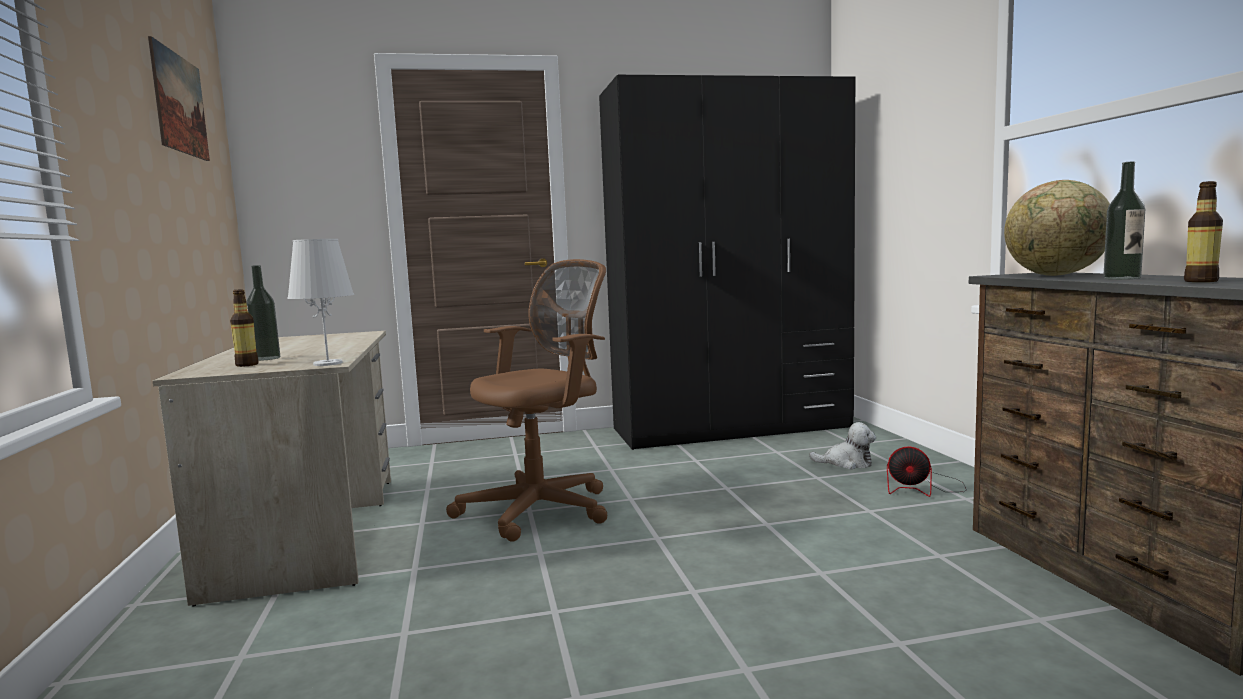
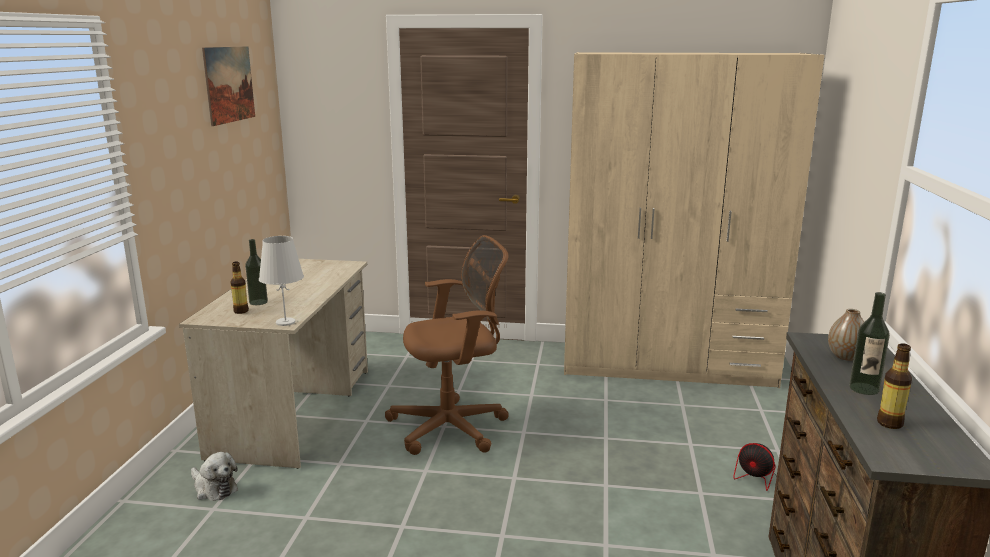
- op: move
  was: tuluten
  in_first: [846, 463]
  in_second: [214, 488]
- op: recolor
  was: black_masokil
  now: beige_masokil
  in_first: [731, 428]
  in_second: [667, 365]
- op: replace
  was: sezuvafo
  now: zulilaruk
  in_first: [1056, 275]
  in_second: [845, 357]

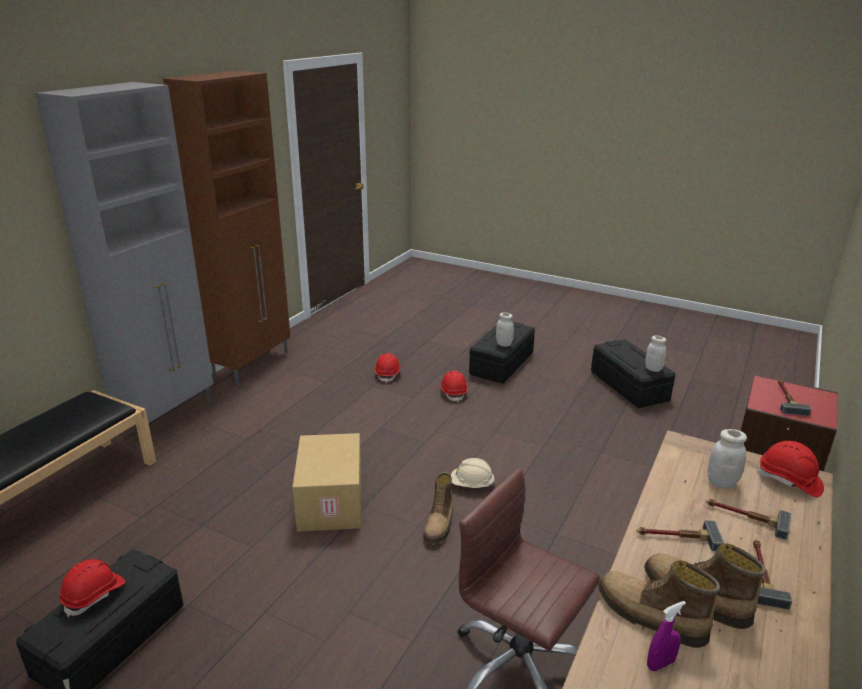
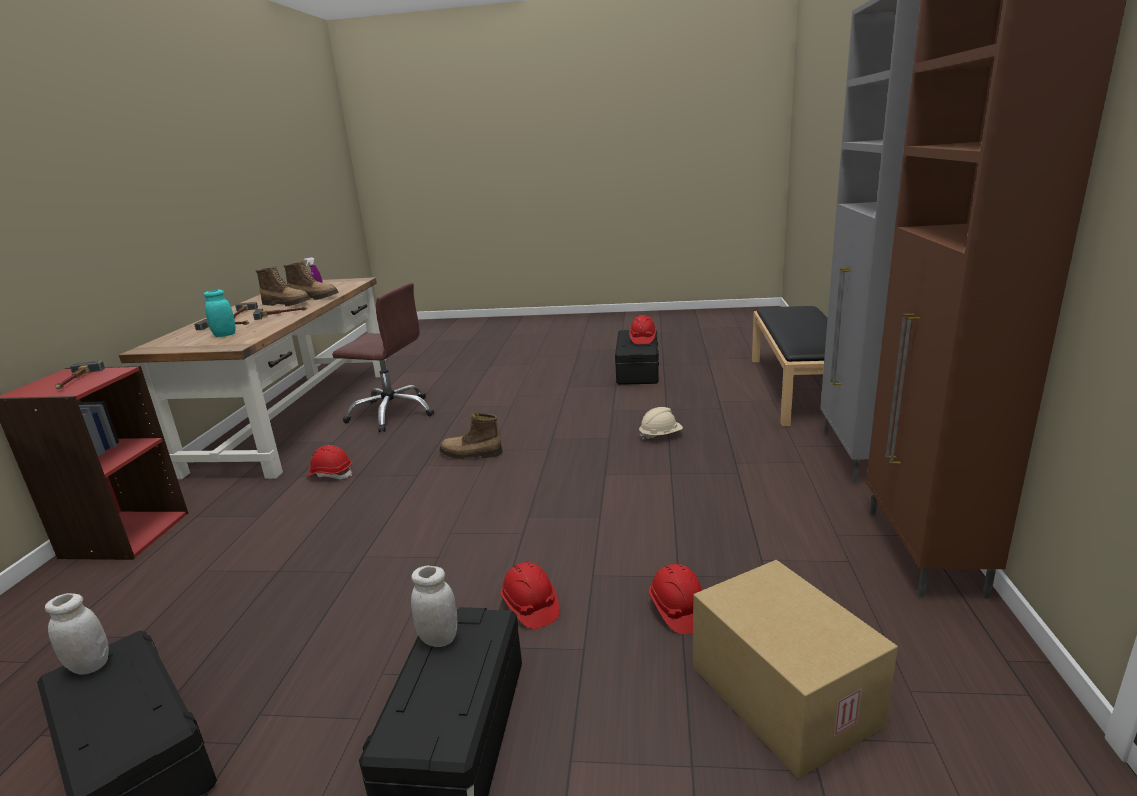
- op: recolor
  was: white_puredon
  now: turquoise_puredon
  in_first: [721, 482]
  in_second: [225, 335]
- op: move
  was: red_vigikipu
  in_first: [789, 481]
  in_second: [330, 474]
- op: rotate
  was: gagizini
  in_first: [439, 525]
  in_second: [471, 454]
  clockwise: -75
- op: move
  was: beige_vigikipu
  in_first: [471, 484]
  in_second: [660, 436]
- op: move
  was: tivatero
  in_first: [332, 502]
  in_second: [780, 695]

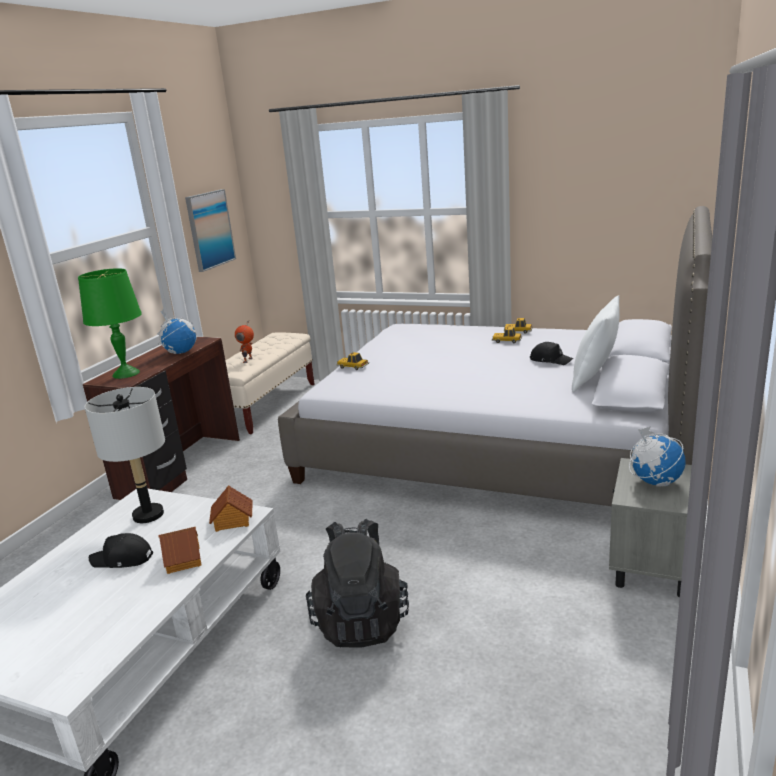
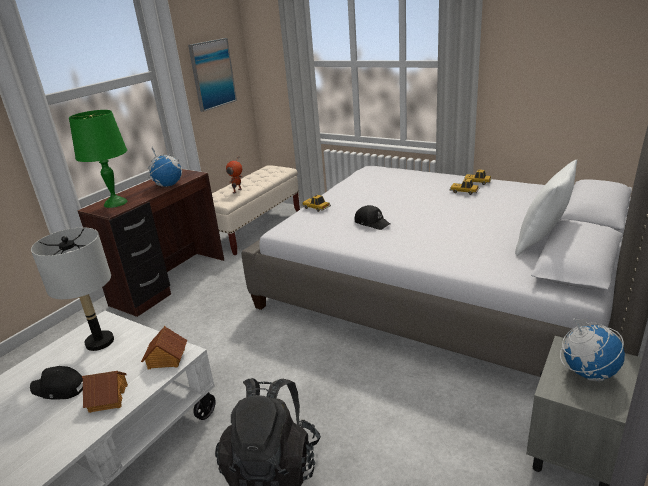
- op: move
  was: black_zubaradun
  in_first: [550, 360]
  in_second: [372, 223]

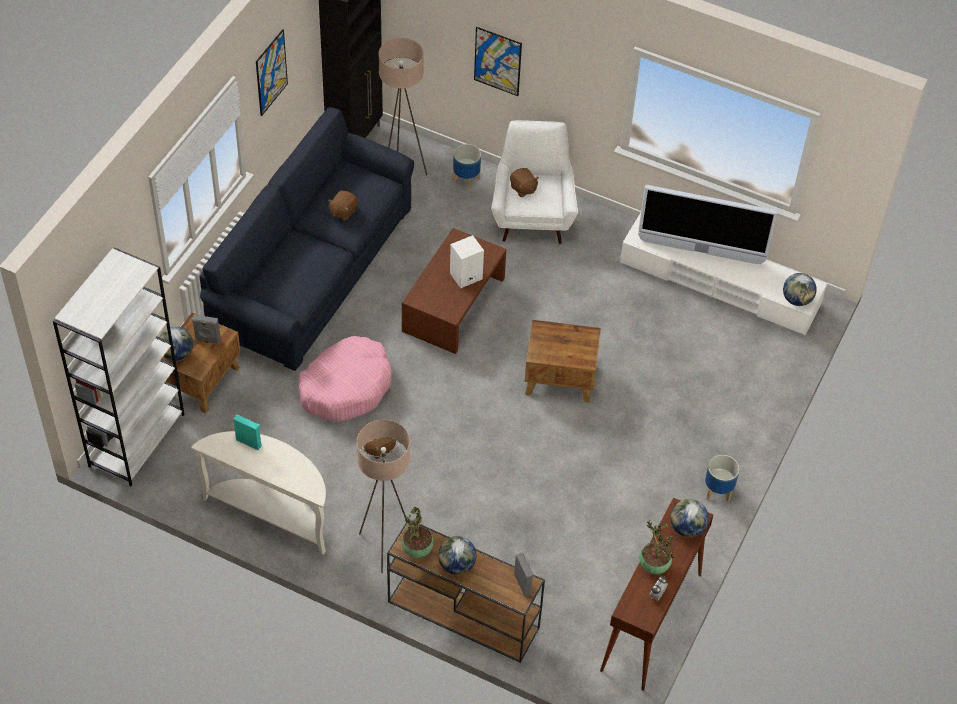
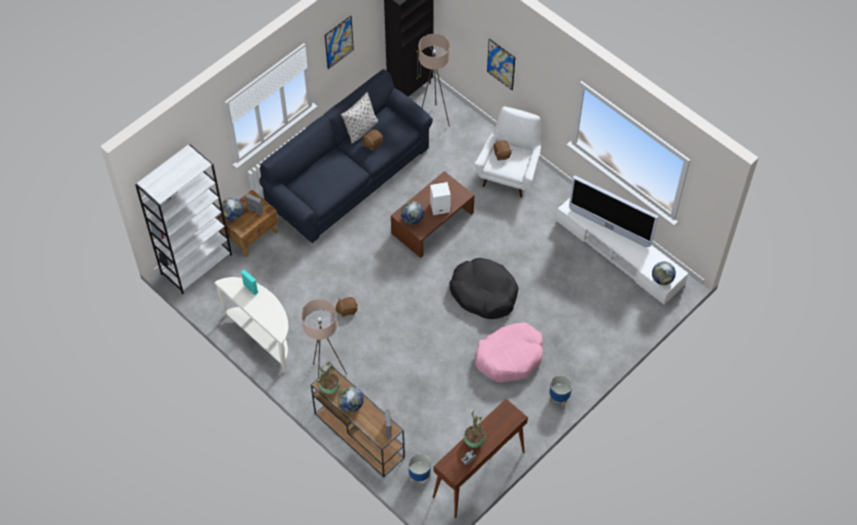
- op: insert
  now: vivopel
  in_second: [360, 129]
- op: move
  was: sezuvafo
  in_first: [687, 528]
  in_second: [412, 219]
- op: move
  was: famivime
  in_first: [466, 180]
  in_second: [419, 477]
- op: replace
  was: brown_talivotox
  now: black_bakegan
  in_first: [560, 379]
  in_second: [484, 293]
- op: move
  was: pink_bakegan
  in_first: [346, 387]
  in_second: [509, 357]

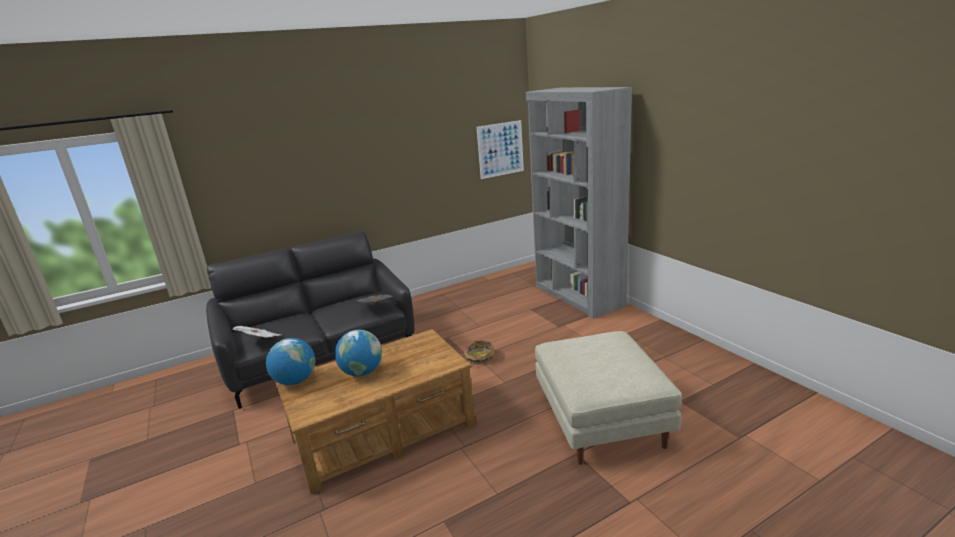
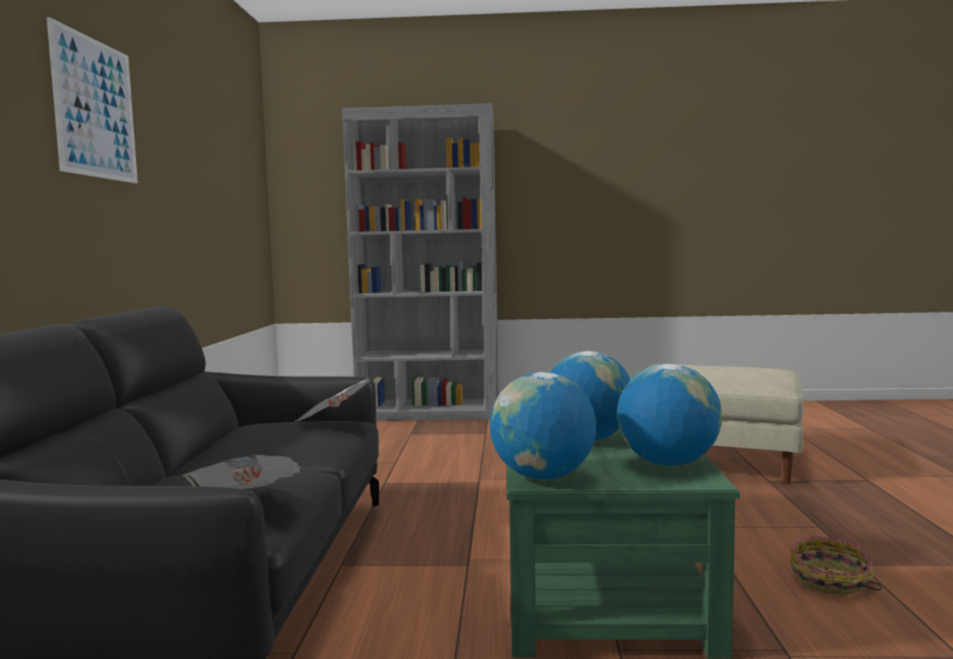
- op: move
  was: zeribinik
  in_first: [500, 149]
  in_second: [95, 108]
- op: recolor
  was: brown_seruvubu
  now: green_seruvubu
  in_first: [384, 431]
  in_second: [599, 567]
- op: insert
  now: sezuvafo
  in_second: [668, 463]
- op: move
  was: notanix
  in_first: [479, 357]
  in_second: [831, 581]

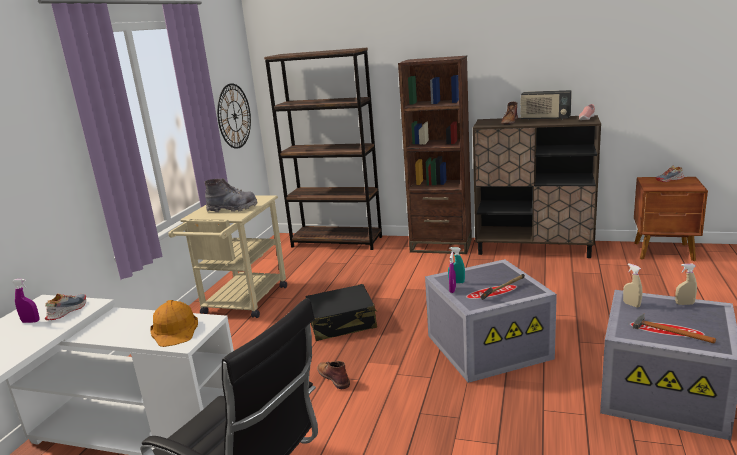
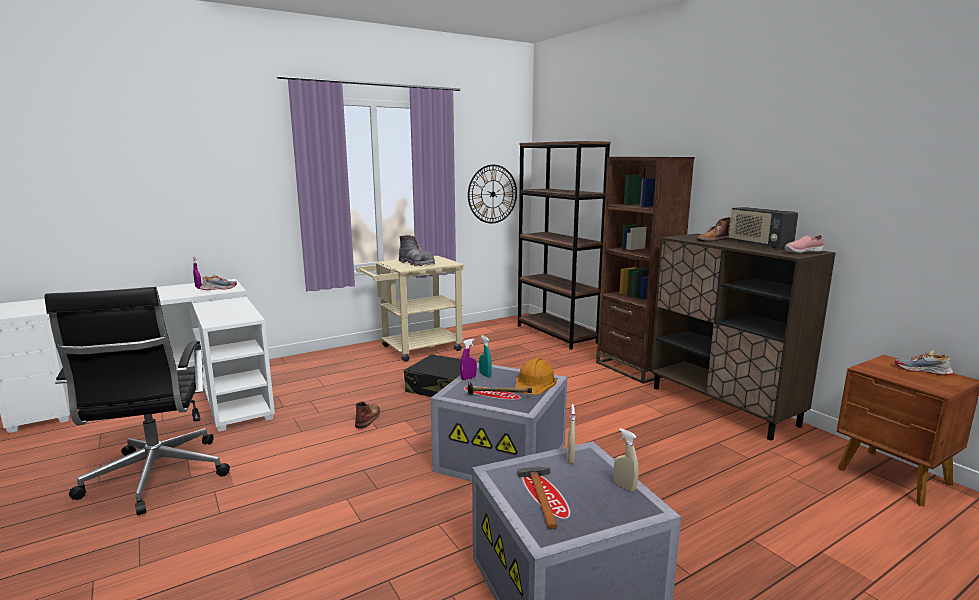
- op: move
  was: orange_vigikipu
  in_first: [175, 329]
  in_second: [534, 383]

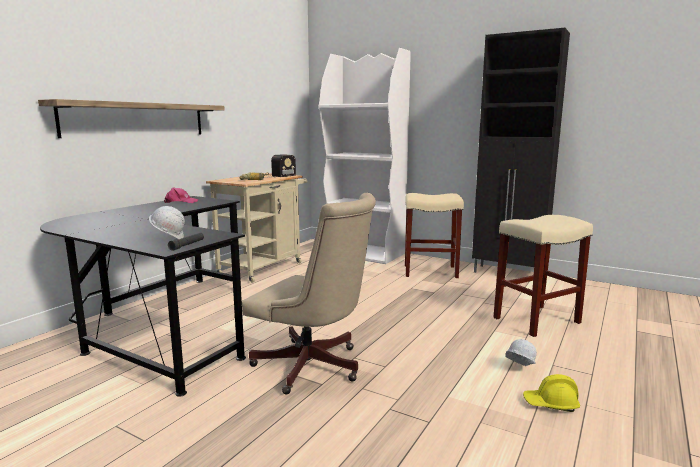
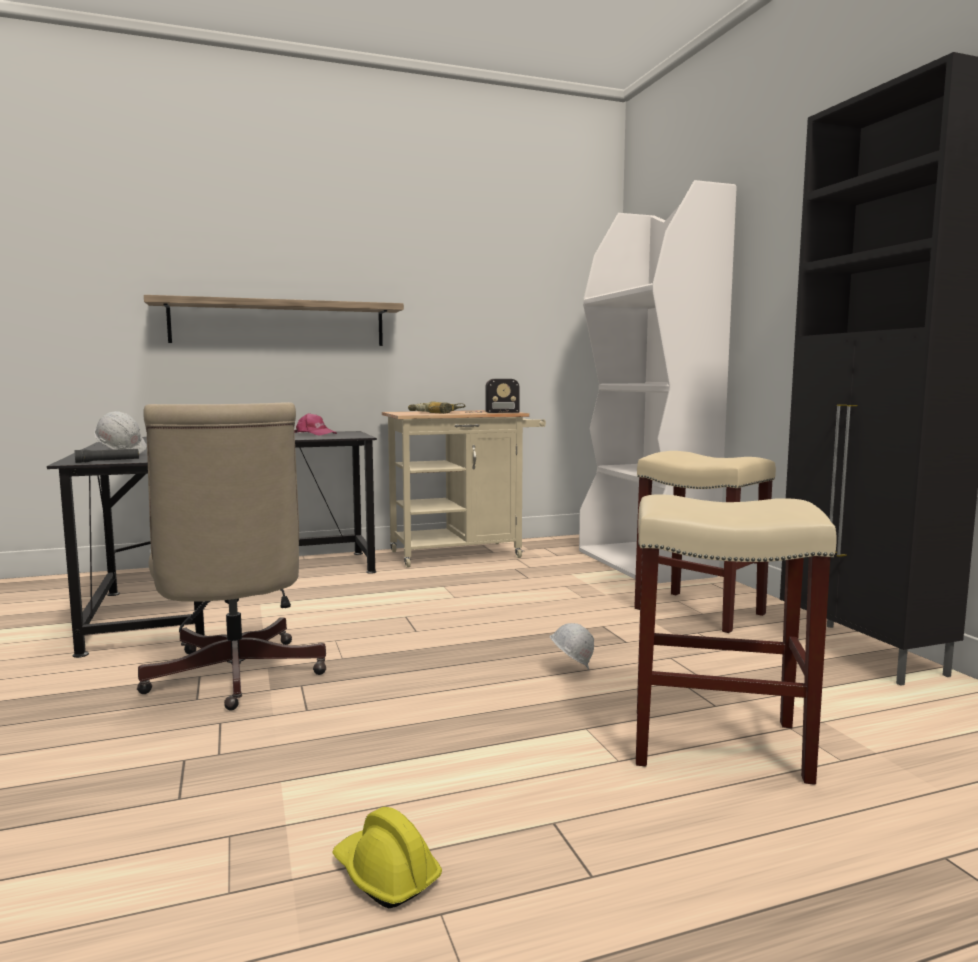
- op: move
  was: white_vigikipu
  in_first: [518, 370]
  in_second: [570, 671]

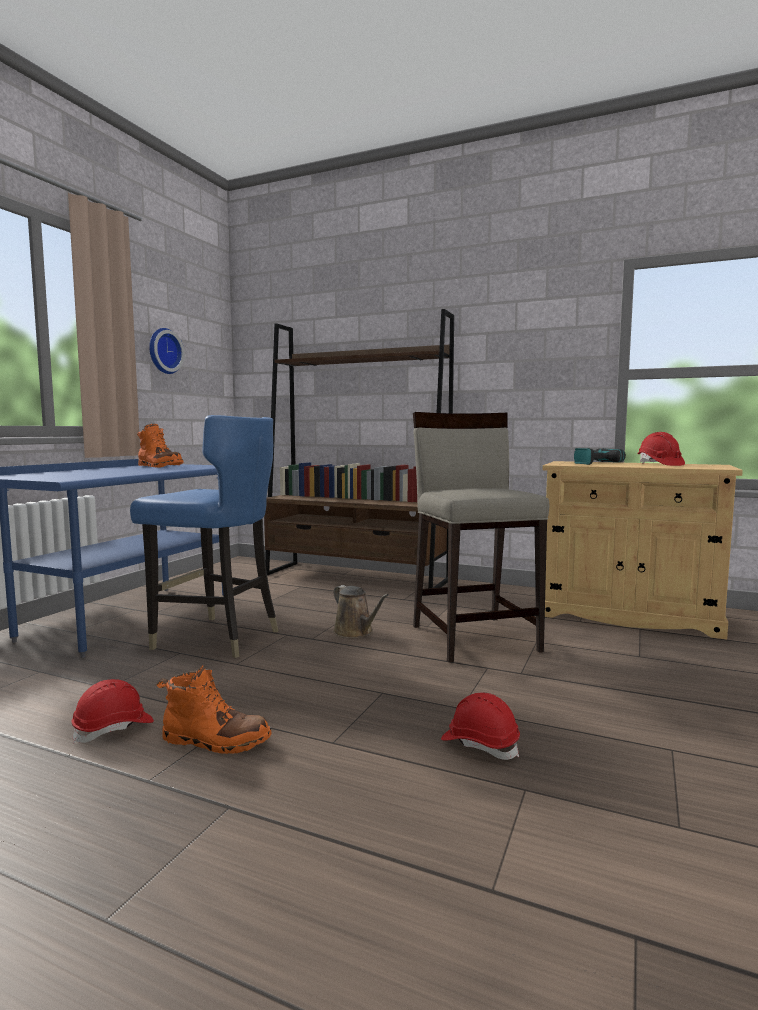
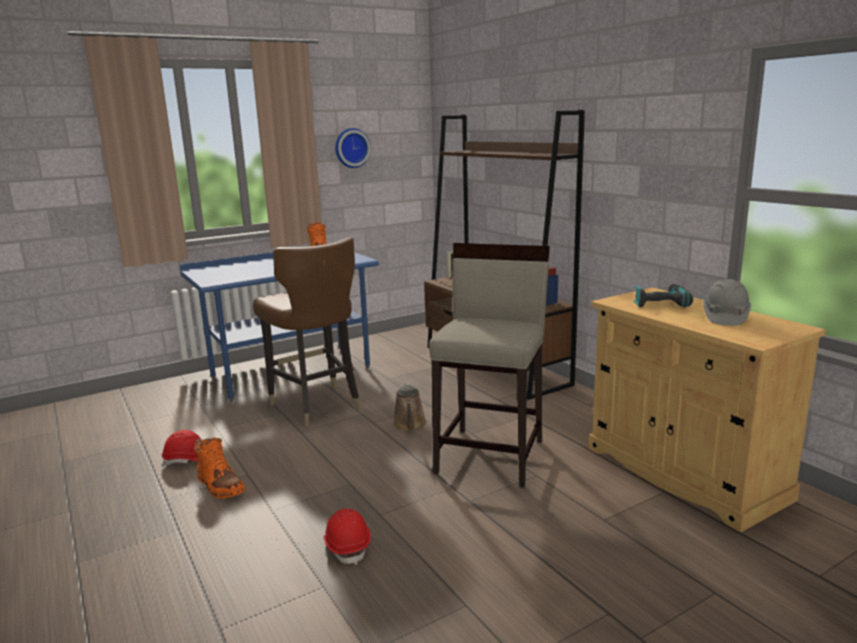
- op: recolor
  was: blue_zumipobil
  now: brown_zumipobil
  in_first: [216, 638]
  in_second: [316, 405]
- op: recolor
  was: red_vigikipu
  now: grey_vigikipu
  in_first: [659, 464]
  in_second: [725, 317]

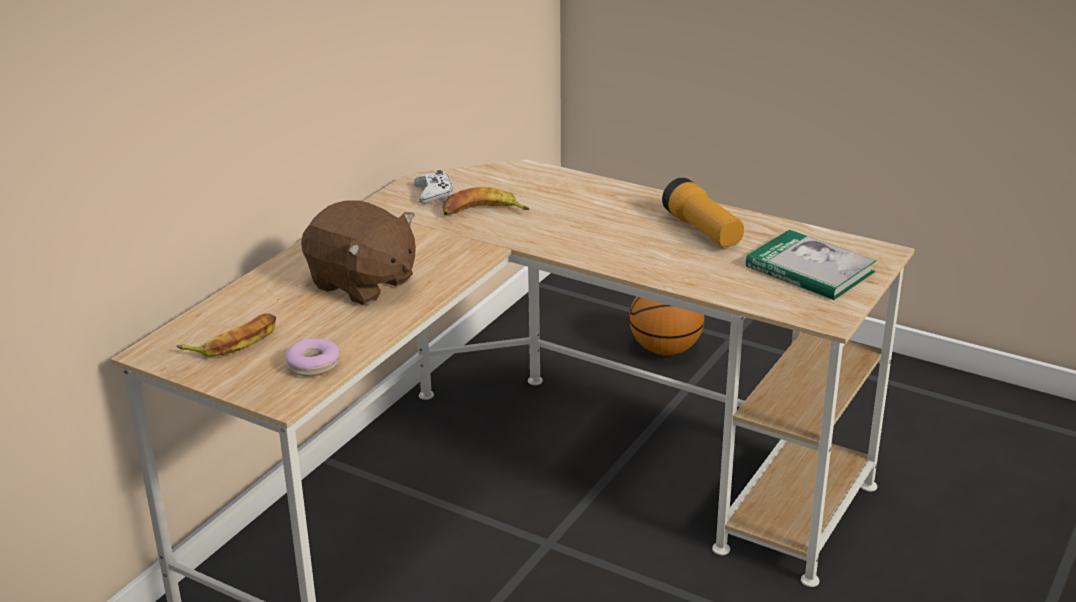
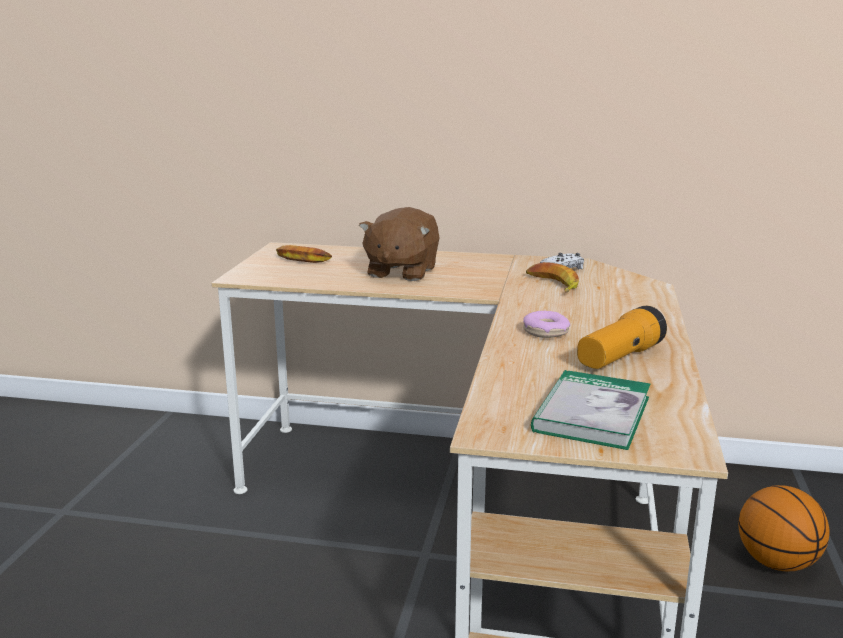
- op: move
  was: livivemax
  in_first: [313, 365]
  in_second: [545, 332]

